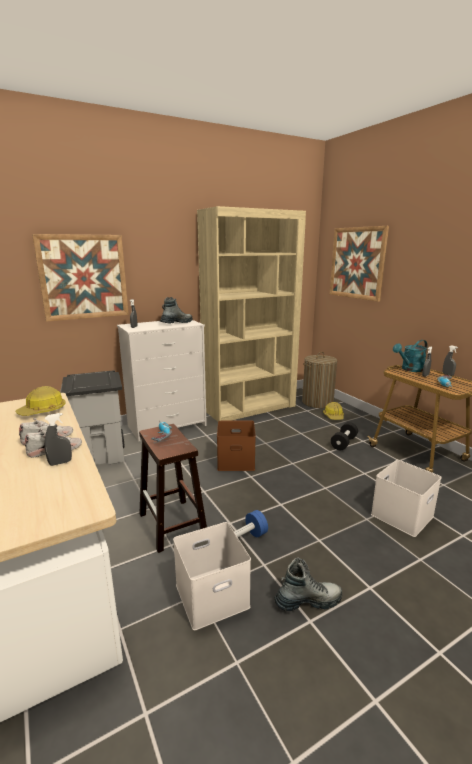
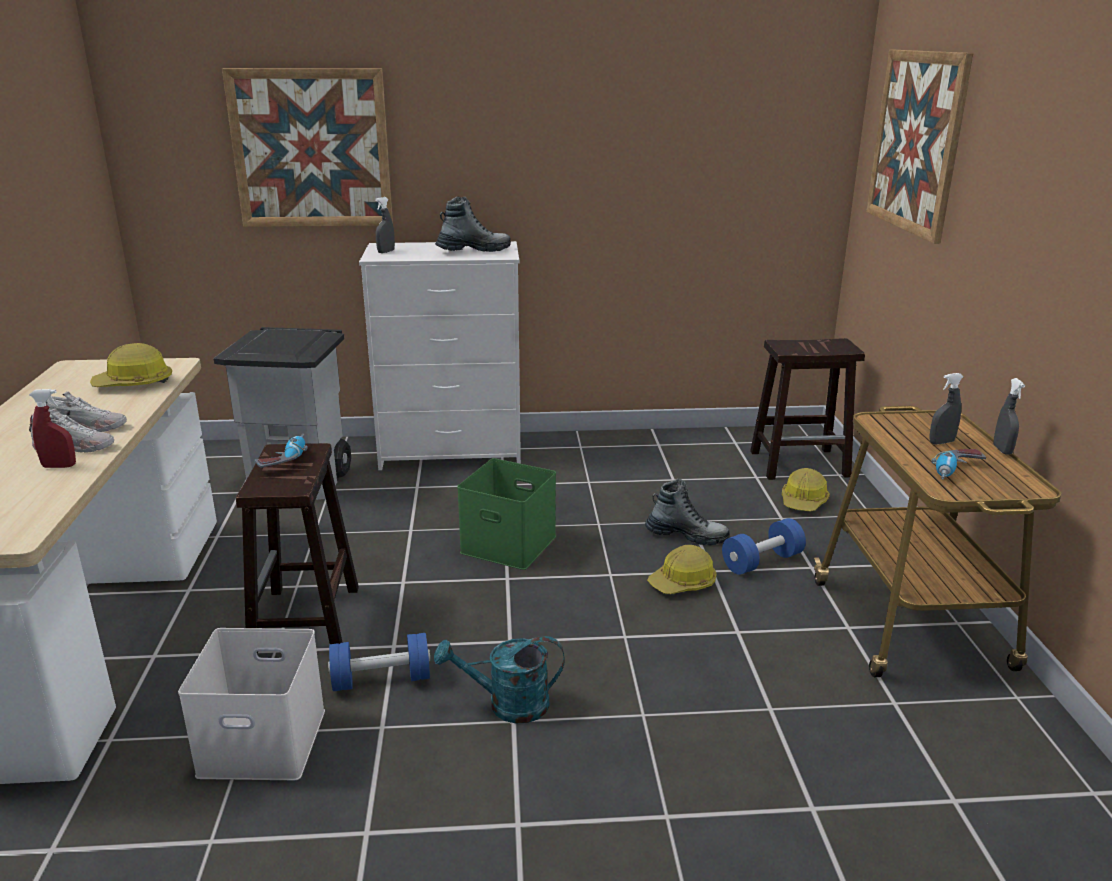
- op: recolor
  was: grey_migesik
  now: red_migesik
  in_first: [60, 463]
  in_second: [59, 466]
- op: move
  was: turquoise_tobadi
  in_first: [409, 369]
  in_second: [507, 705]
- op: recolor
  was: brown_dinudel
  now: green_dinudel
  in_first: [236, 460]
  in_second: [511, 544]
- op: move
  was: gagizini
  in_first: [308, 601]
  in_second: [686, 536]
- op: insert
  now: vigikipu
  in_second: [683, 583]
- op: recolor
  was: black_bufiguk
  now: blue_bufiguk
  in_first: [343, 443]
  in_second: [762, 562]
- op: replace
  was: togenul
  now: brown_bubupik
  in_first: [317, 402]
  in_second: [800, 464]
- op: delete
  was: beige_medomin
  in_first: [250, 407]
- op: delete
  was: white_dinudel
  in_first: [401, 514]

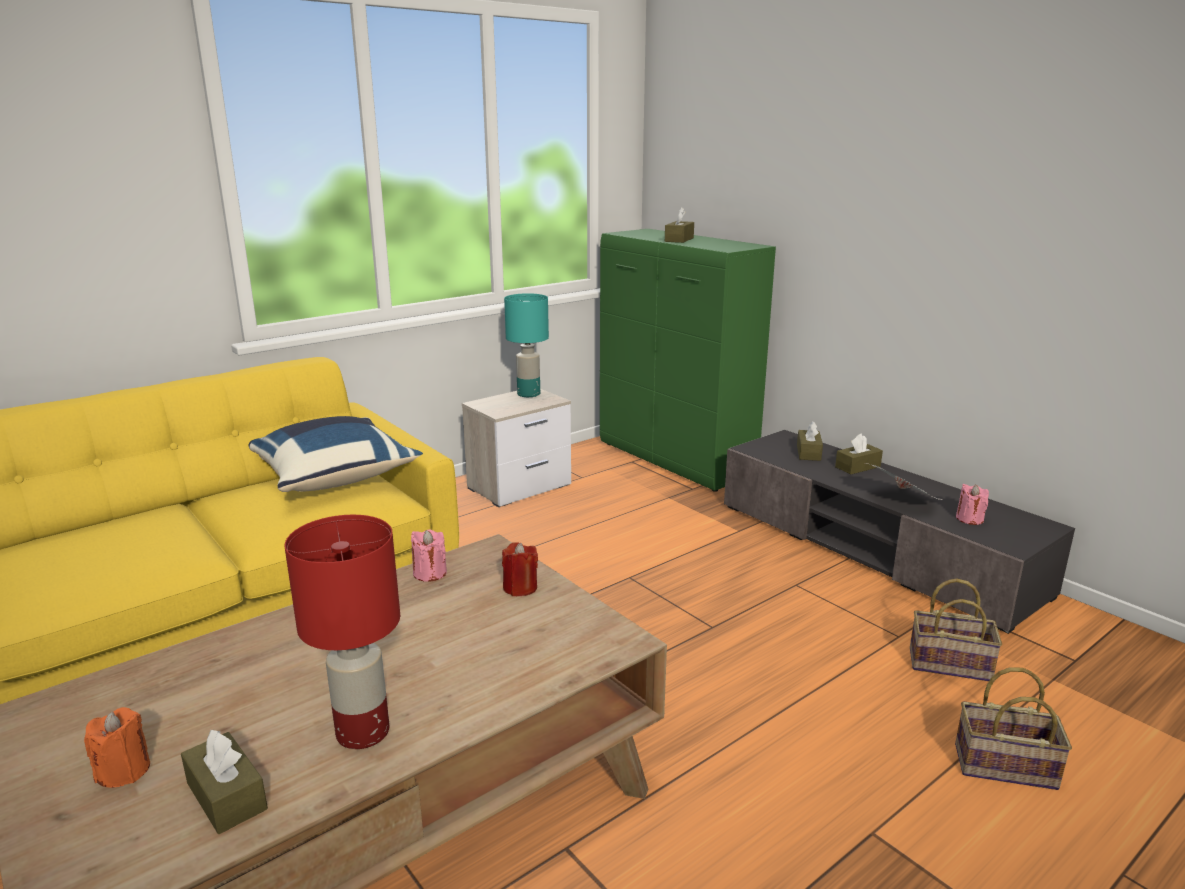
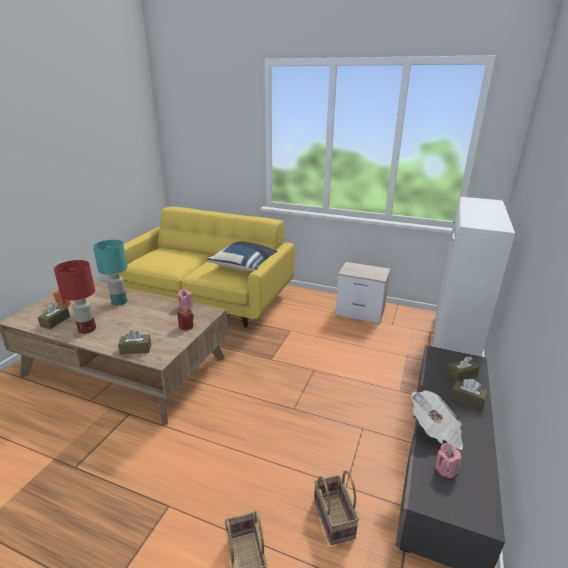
- op: move
  was: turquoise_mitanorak
  in_first: [528, 394]
  in_second: [119, 302]
- op: move
  was: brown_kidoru
  in_first: [679, 240]
  in_second: [136, 349]
- op: recolor
  was: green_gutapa
  now: white_gutapa
  in_first: [676, 461]
  in_second: [452, 345]

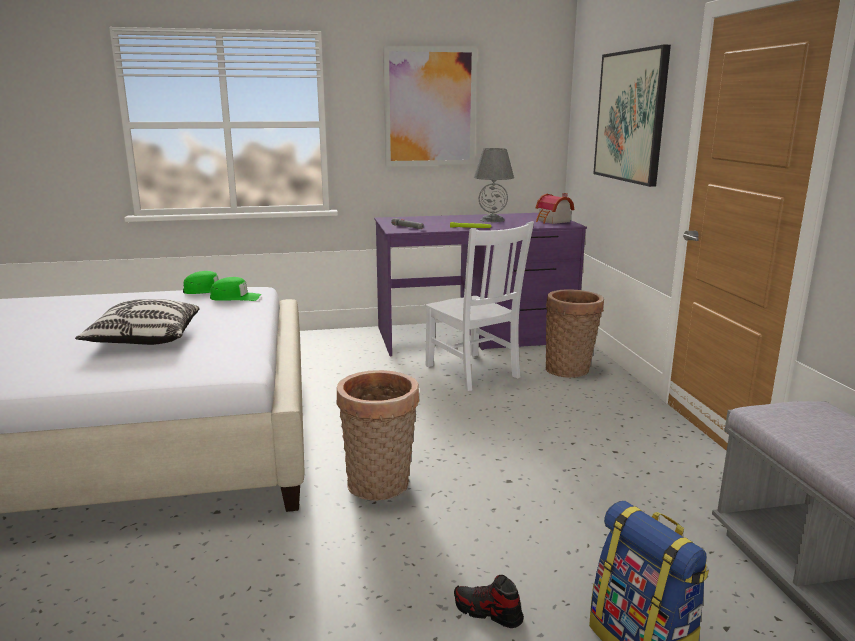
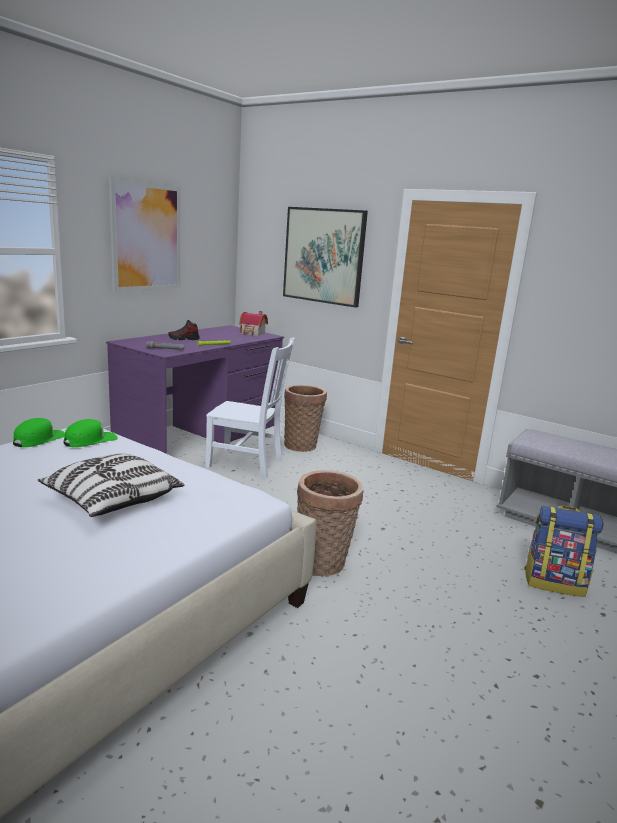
- op: move
  was: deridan
  in_first: [487, 612]
  in_second: [184, 339]
- op: delete
  was: grey_mitanorak
  in_first: [492, 220]

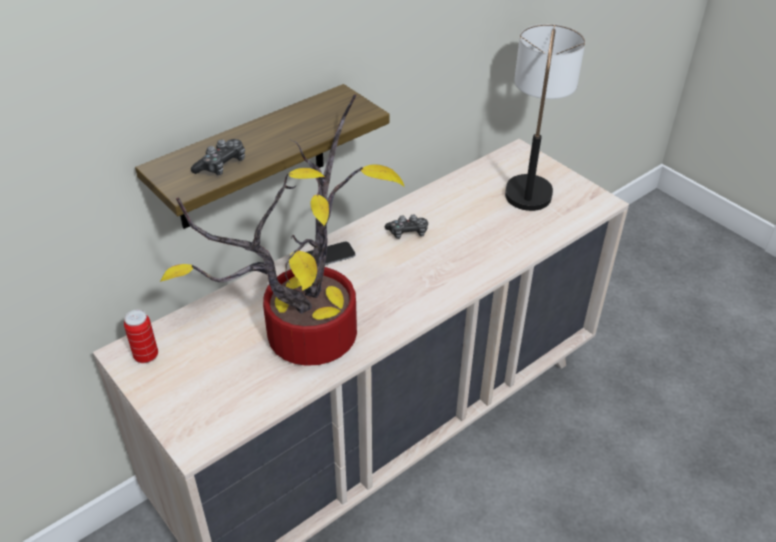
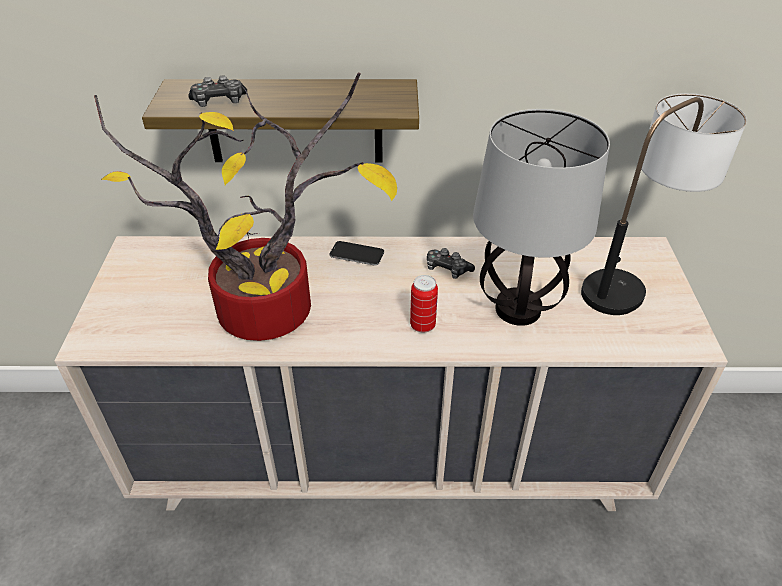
- op: move
  was: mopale
  in_first: [146, 356]
  in_second: [422, 325]
- op: insert
  now: mitanorak
  in_second: [519, 309]

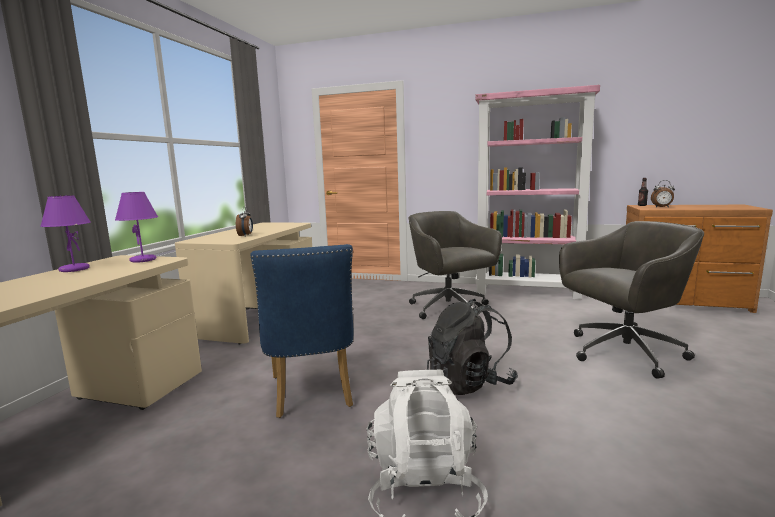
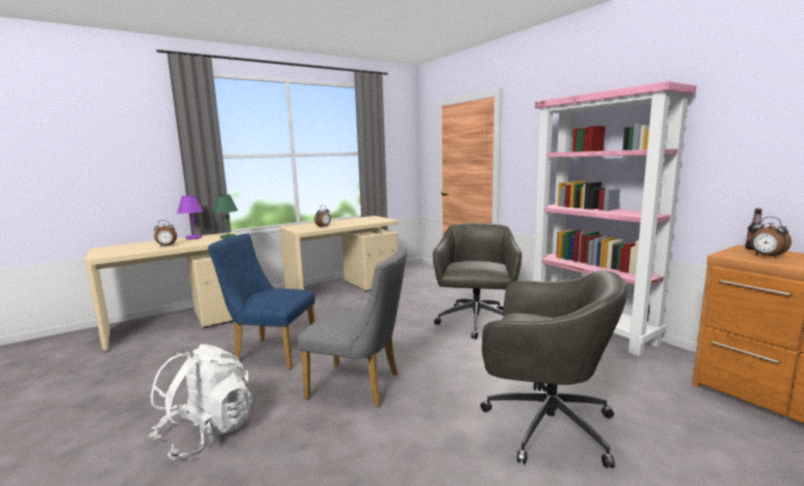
- op: insert
  now: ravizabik
  in_second: [166, 246]
- op: rotate
  was: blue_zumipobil
  in_first: [312, 395]
  in_second: [270, 352]
  clockwise: 75
- op: recolor
  was: purple_mitanorak
  now: green_mitanorak
  in_first: [143, 260]
  in_second: [228, 237]
- op: replace
  was: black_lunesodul
  now: grey_zumipobil
  in_first: [469, 383]
  in_second: [361, 386]

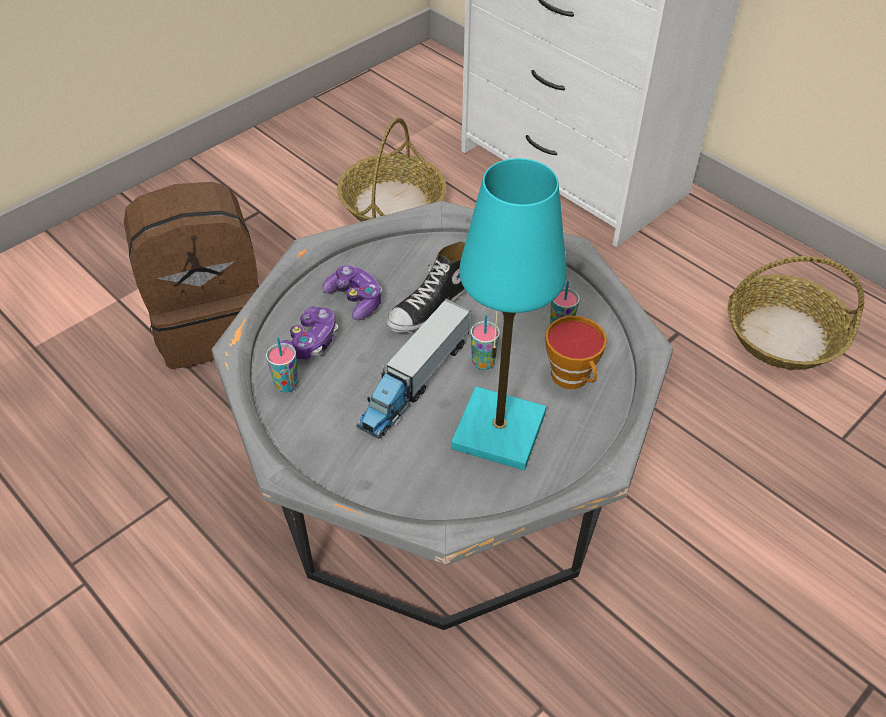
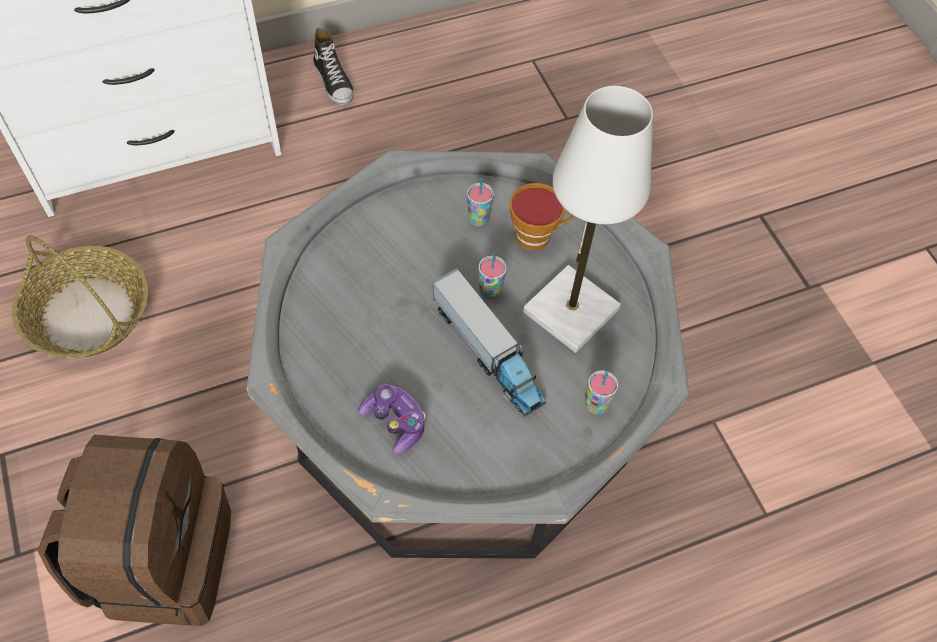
- op: move
  was: deridan
  in_first: [429, 307]
  in_second: [334, 81]
- op: recolor
  was: turquoise_mitanorak
  now: white_mitanorak
  in_first: [498, 431]
  in_second: [571, 311]
- op: move
  was: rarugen
  in_first: [286, 385]
  in_second: [596, 405]
- op: delete
  was: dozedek
  in_first: [355, 300]
- op: delete
  was: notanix
  in_first: [784, 334]

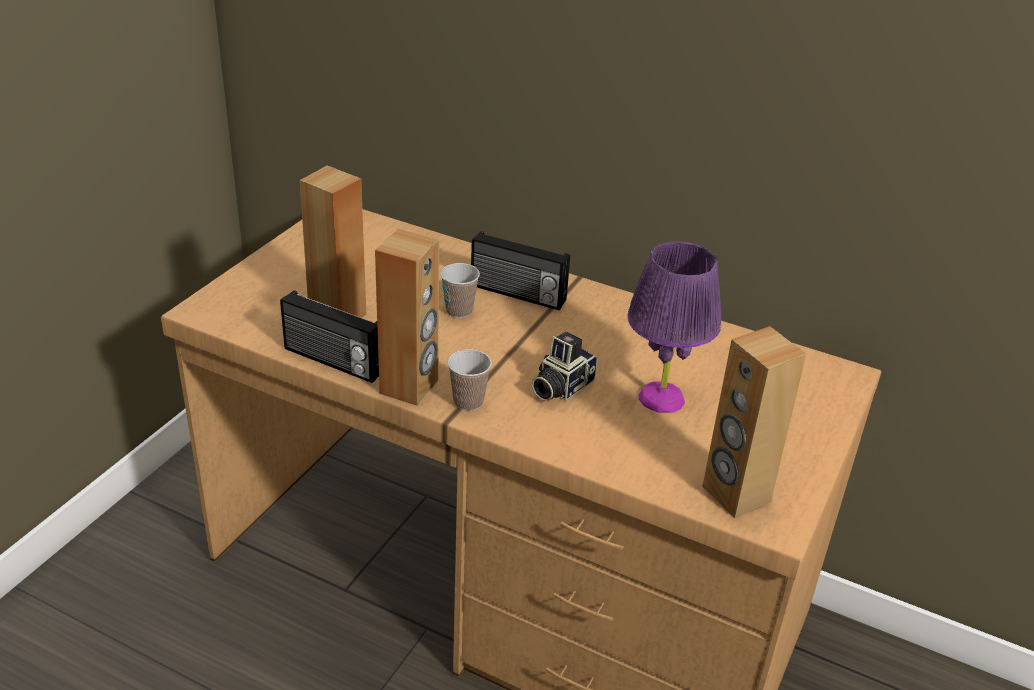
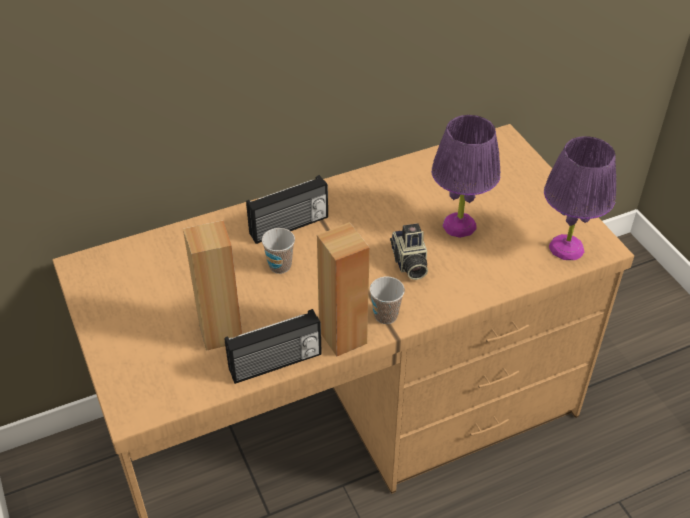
- op: replace
  was: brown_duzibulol
  now: purple_mitanorak
  in_first: [735, 495]
  in_second: [567, 247]

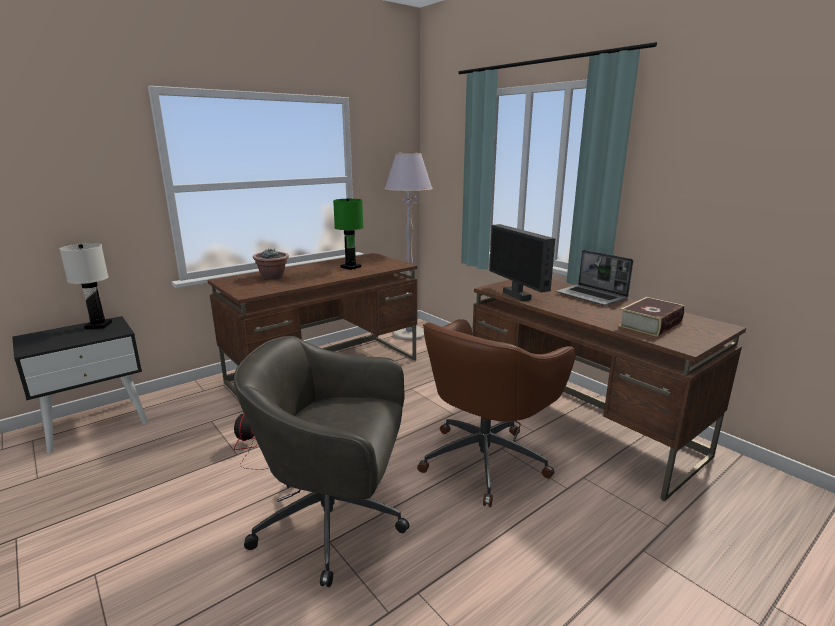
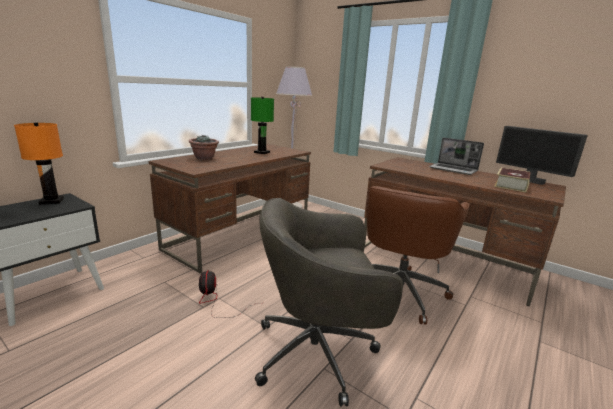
- op: recolor
  was: white_mitanorak
  now: orange_mitanorak
  in_first: [99, 325]
  in_second: [52, 201]
- op: move
  was: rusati
  in_first: [517, 295]
  in_second: [529, 181]

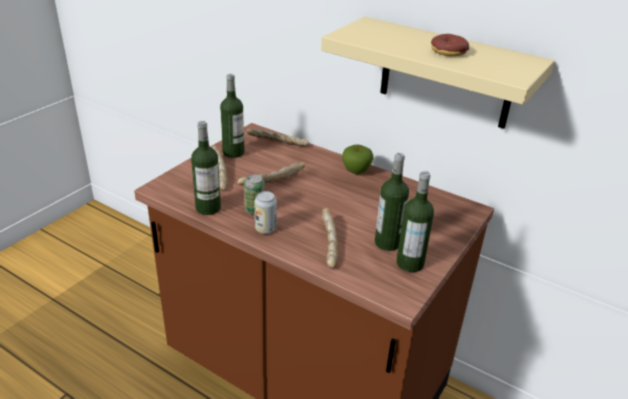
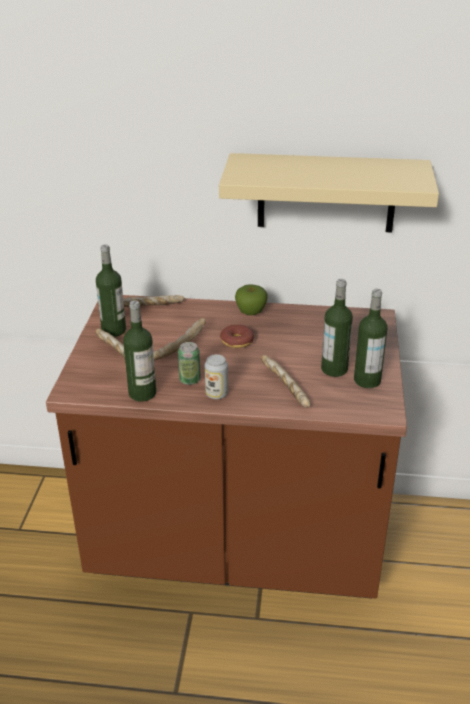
- op: move
  was: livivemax
  in_first: [448, 51]
  in_second: [237, 341]

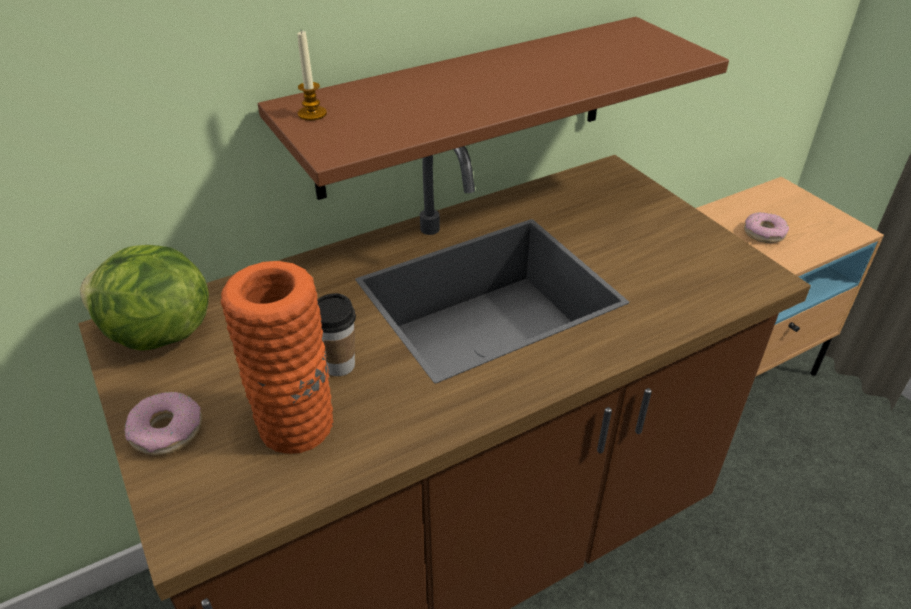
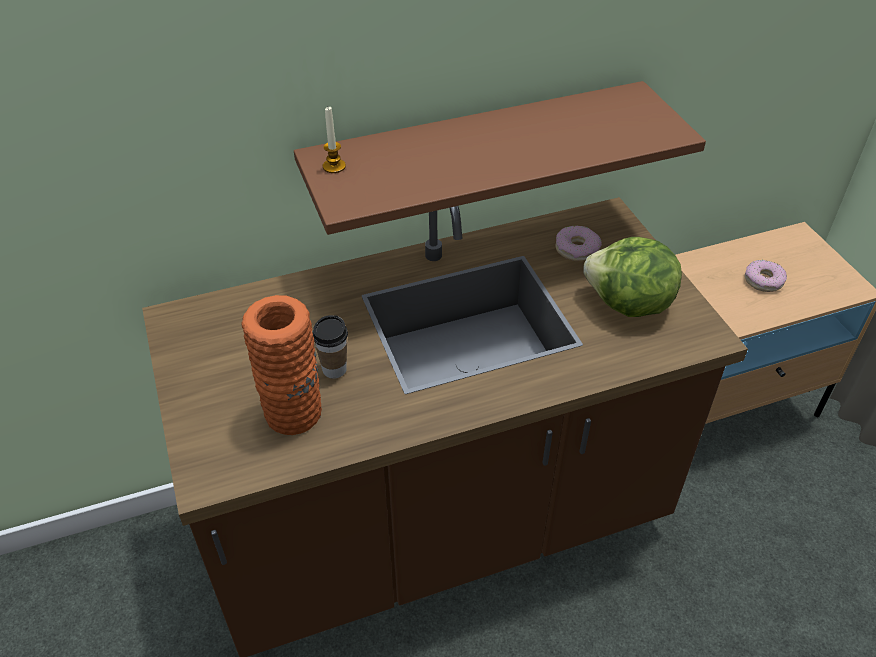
- op: move
  was: livivemax
  in_first: [167, 431]
  in_second: [577, 249]
- op: move
  was: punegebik
  in_first: [157, 335]
  in_second: [628, 305]

